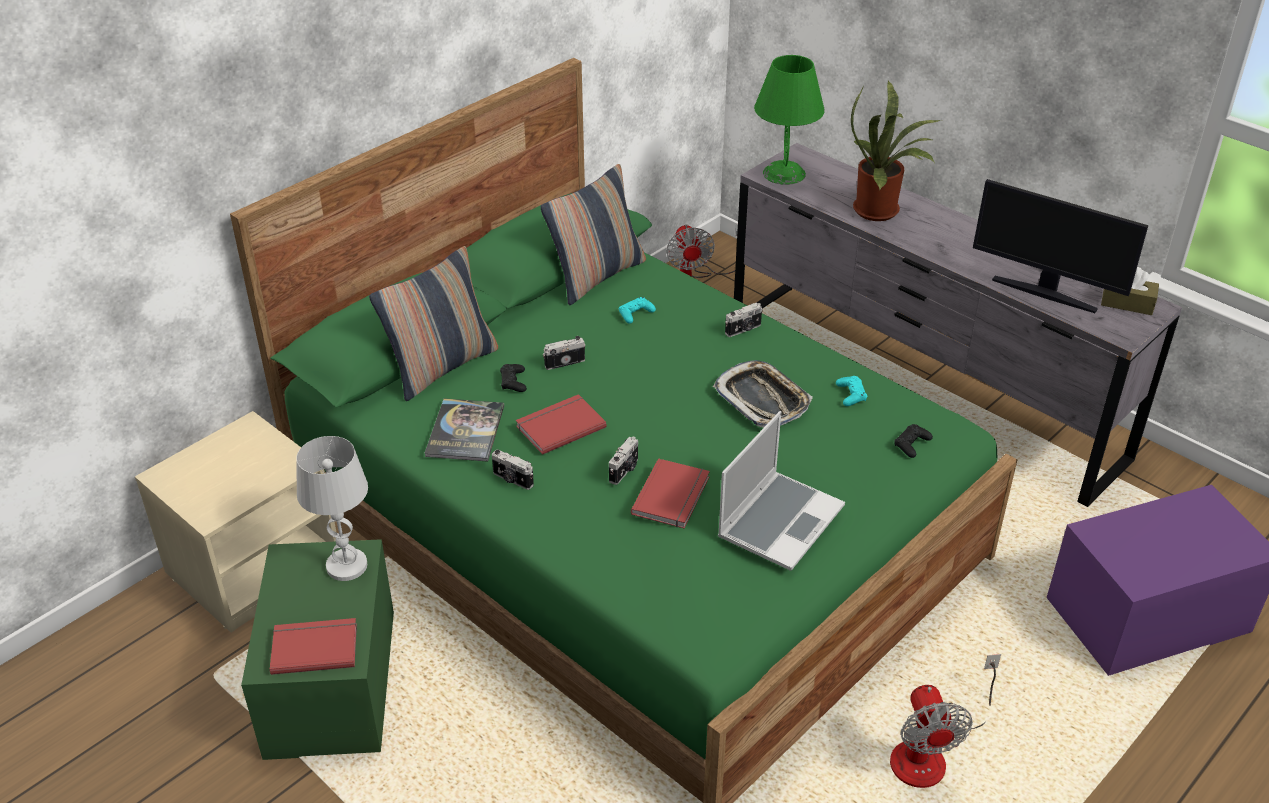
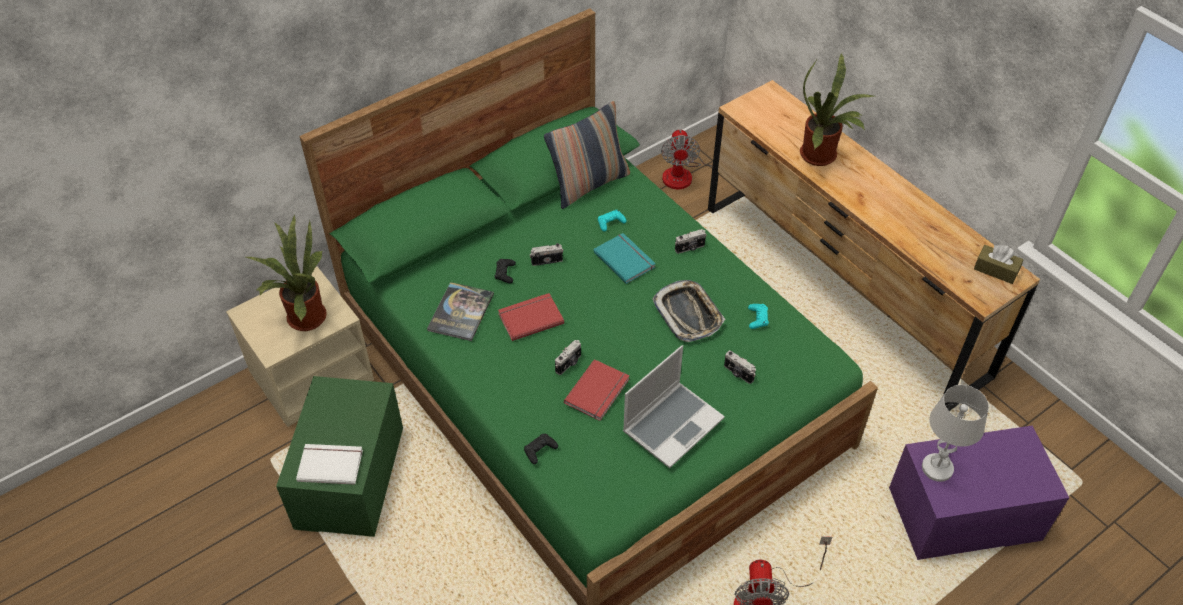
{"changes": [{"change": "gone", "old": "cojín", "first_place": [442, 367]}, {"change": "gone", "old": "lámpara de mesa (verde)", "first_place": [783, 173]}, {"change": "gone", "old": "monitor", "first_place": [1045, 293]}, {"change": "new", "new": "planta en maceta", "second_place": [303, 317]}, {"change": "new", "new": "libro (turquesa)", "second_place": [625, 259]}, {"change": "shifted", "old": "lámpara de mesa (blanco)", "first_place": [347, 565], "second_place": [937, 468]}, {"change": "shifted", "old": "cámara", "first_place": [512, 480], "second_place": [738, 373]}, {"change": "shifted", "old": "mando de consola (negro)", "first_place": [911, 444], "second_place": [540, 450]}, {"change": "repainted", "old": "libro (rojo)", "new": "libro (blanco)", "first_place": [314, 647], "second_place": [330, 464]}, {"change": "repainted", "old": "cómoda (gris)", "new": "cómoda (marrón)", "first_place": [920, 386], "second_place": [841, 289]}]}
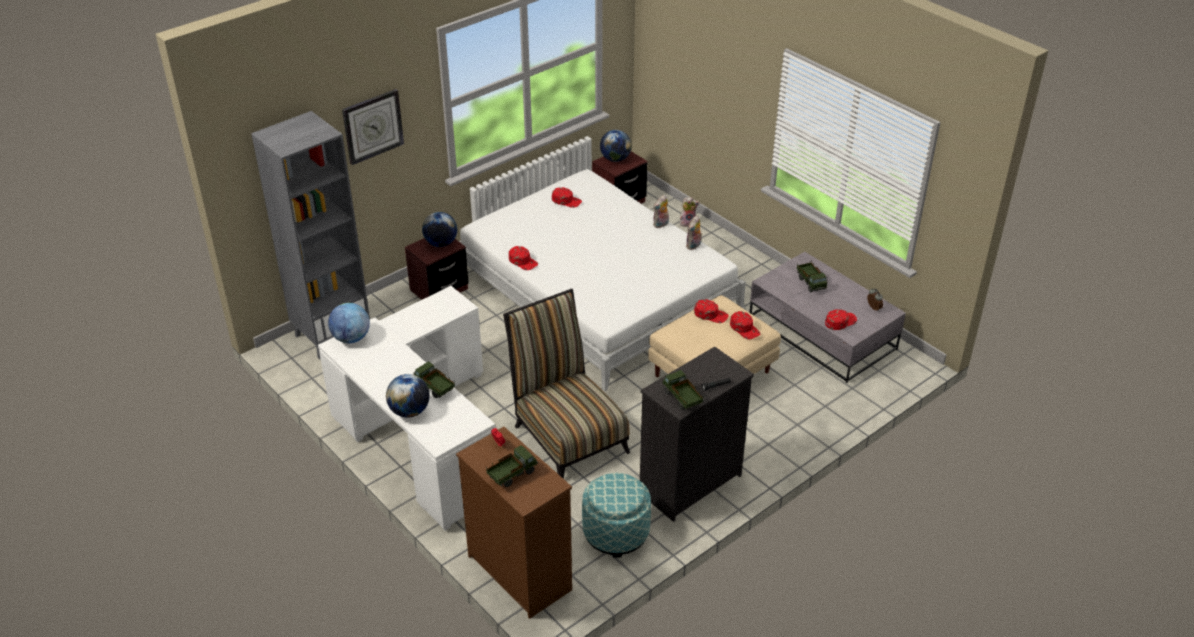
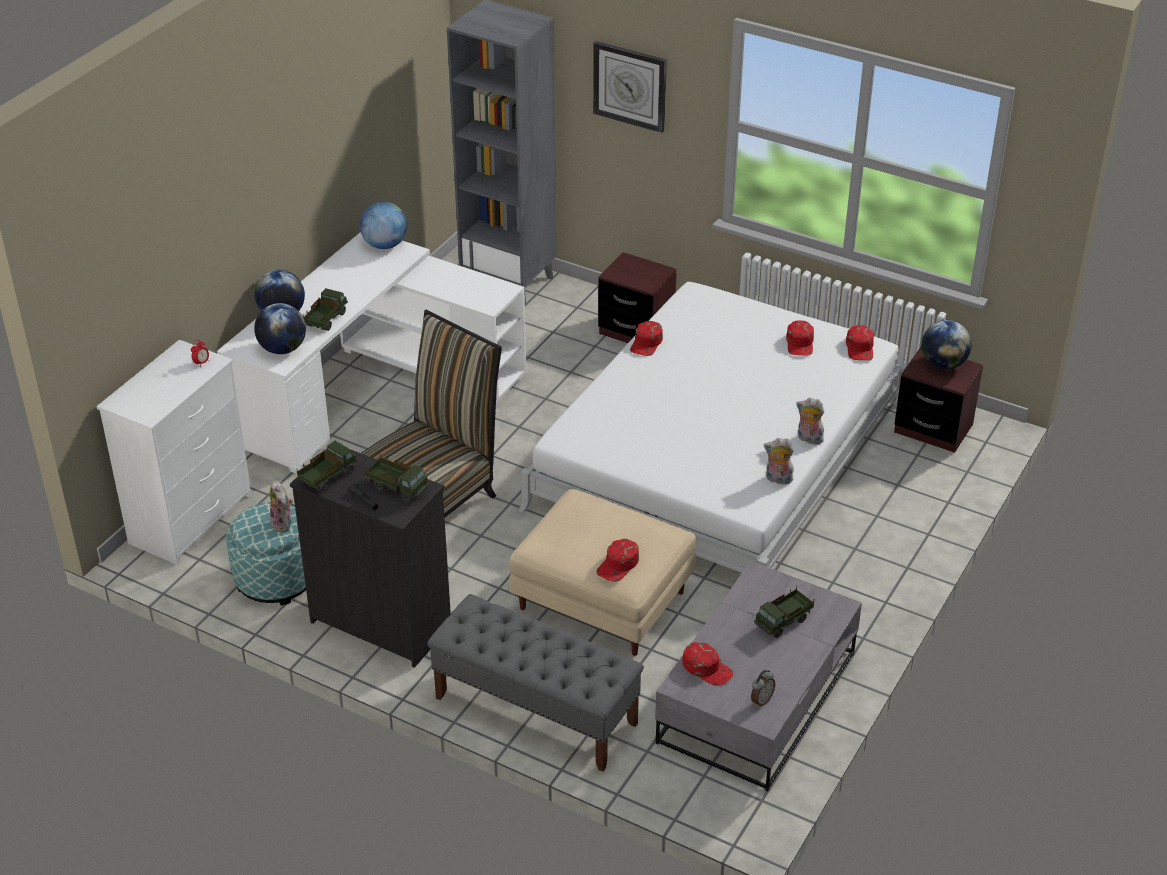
{"changes": [{"change": "new", "new": "banco (gris)", "second_place": [535, 710]}, {"change": "shifted", "old": "globo terráqueo", "first_place": [441, 243], "second_place": [282, 349]}, {"change": "shifted", "old": "camión de juguete", "first_place": [512, 475], "second_place": [398, 488]}, {"change": "shifted", "old": "peluche", "first_place": [687, 223], "second_place": [283, 524]}, {"change": "shifted", "old": "gorra (rojo)", "first_place": [711, 314], "second_place": [860, 348]}, {"change": "repainted", "old": "cómoda (marrón)", "new": "cómoda (blanco)", "first_place": [519, 572], "second_place": [192, 519]}]}
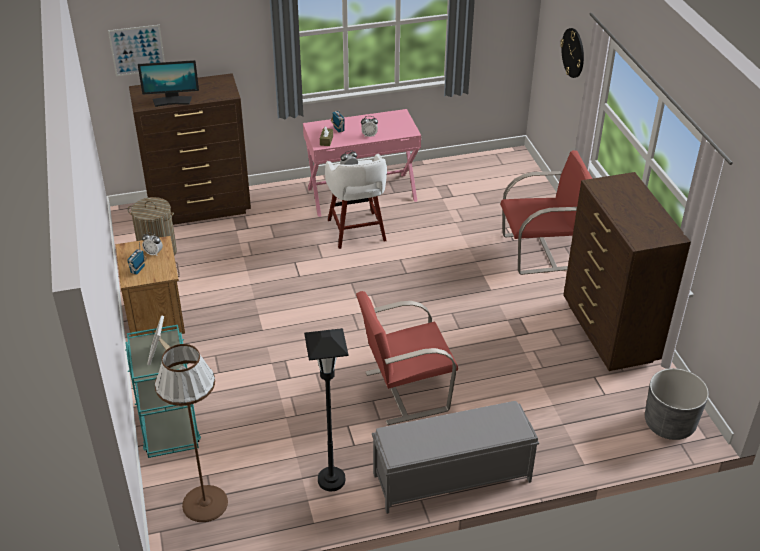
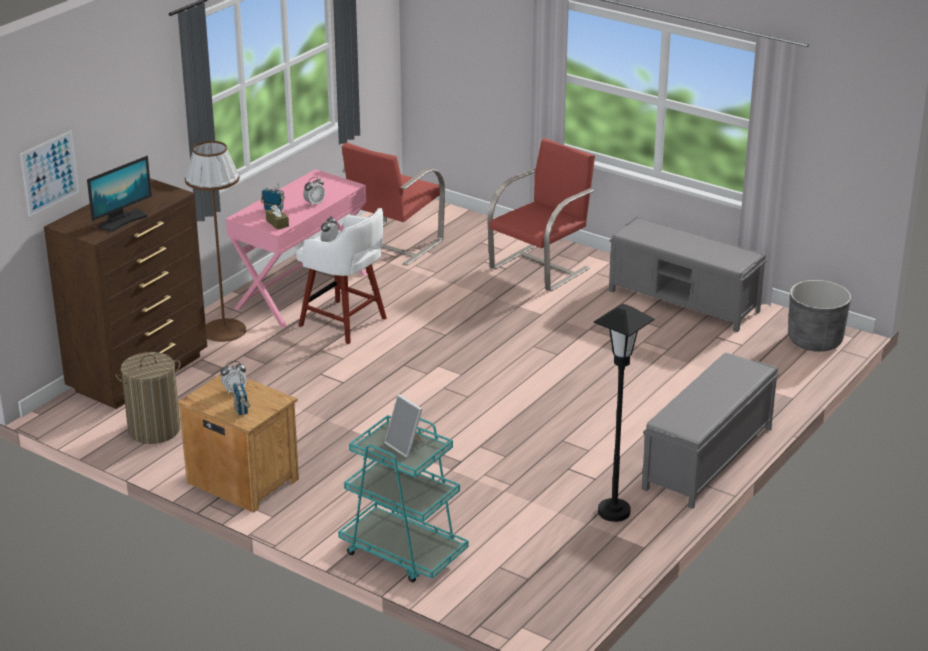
{"changes": [{"change": "gone", "old": "reloj de pared", "first_place": [573, 52]}, {"change": "shifted", "old": "lámpara de pie (marrón)", "first_place": [204, 503], "second_place": [223, 330]}, {"change": "shifted", "old": "sillón (rojo)", "first_place": [405, 391], "second_place": [393, 244]}, {"change": "swapped", "old": "cómoda (marrón)", "new": "banco (gris)", "first_place": [608, 333], "second_place": [684, 301]}]}
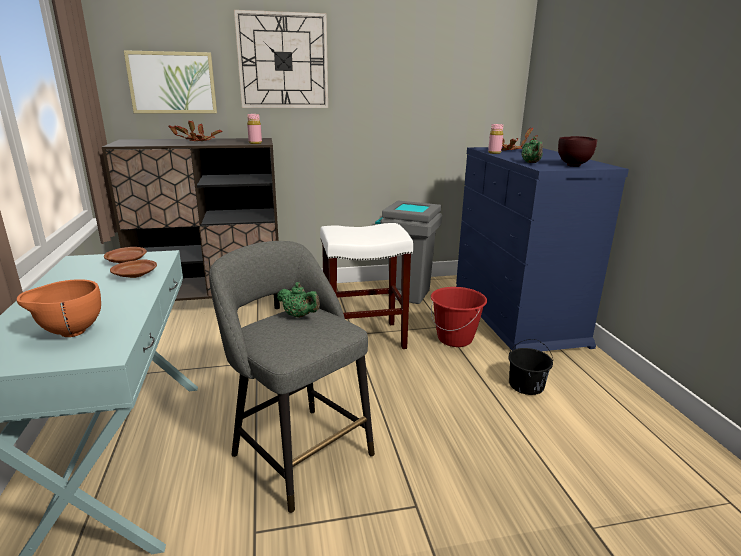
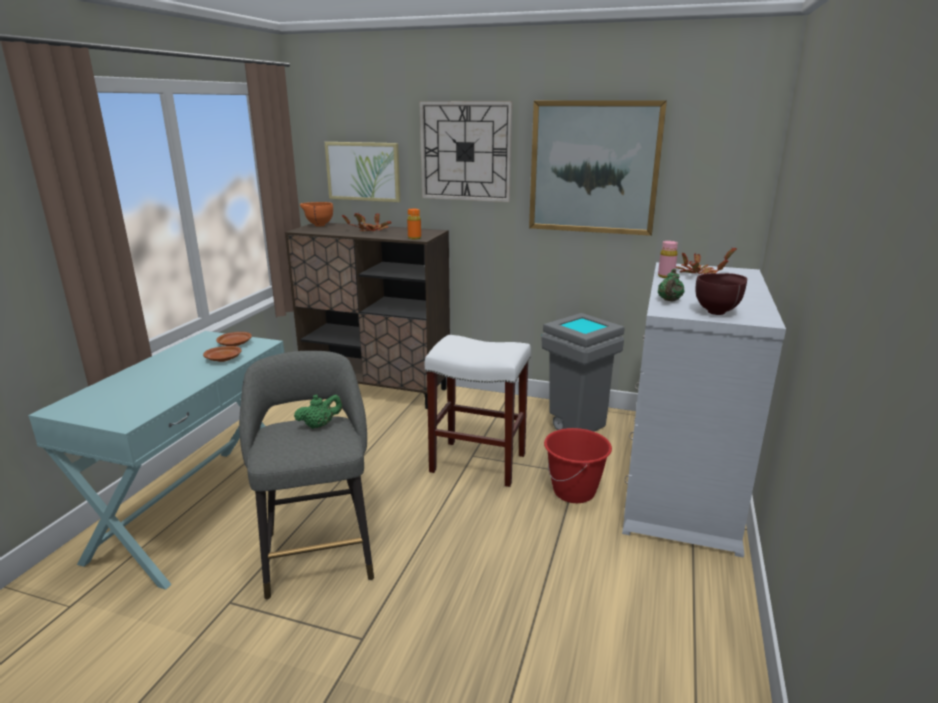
{"changes": [{"change": "gone", "old": "cubo (negro)", "first_place": [526, 385]}, {"change": "new", "new": "cuadro", "second_place": [594, 168]}, {"change": "shifted", "old": "cuenco (naranja)", "first_place": [69, 333], "second_place": [318, 225]}, {"change": "repainted", "old": "botella (rosa)", "new": "botella (naranja)", "first_place": [255, 143], "second_place": [414, 238]}, {"change": "repainted", "old": "cómoda (azul)", "new": "cómoda (blanco)", "first_place": [516, 316], "second_place": [681, 486]}, {"change": "rotated", "old": "tetera (verde)", "first_place": [299, 316], "second_place": [319, 425], "degrees": -90}]}
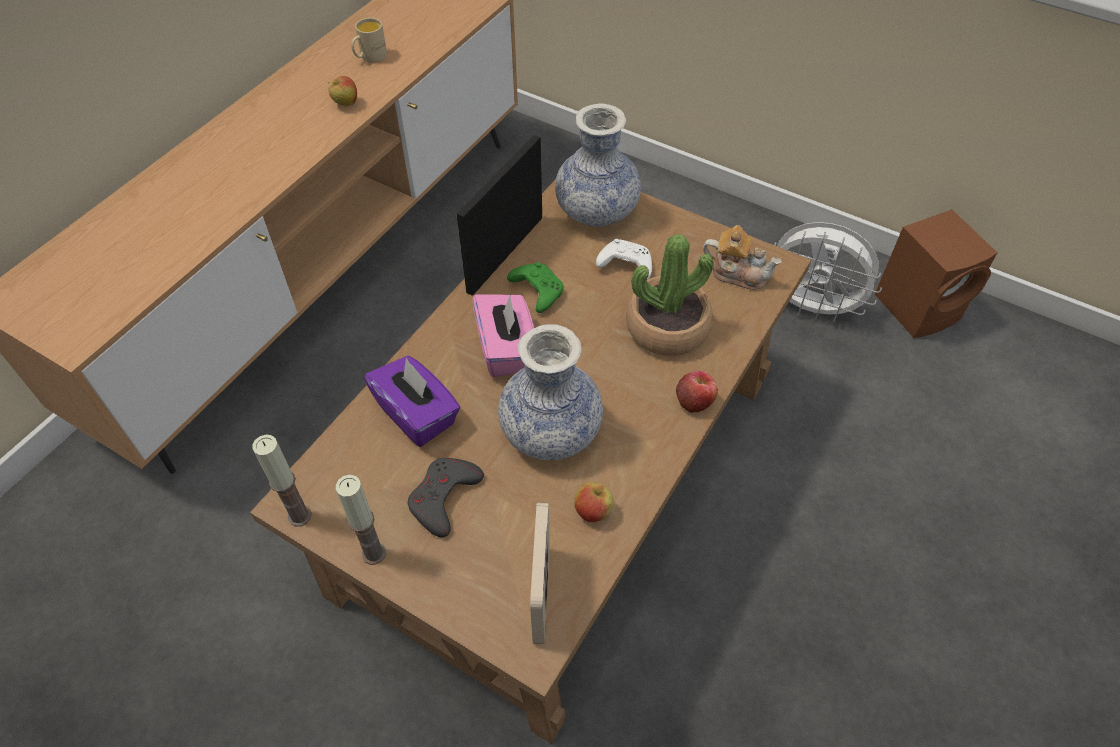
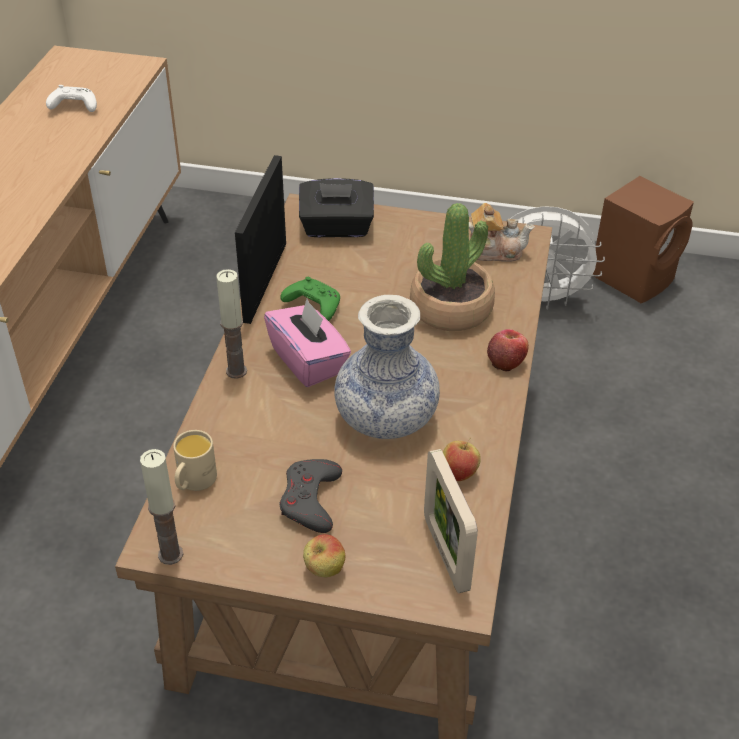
{"changes": [{"change": "gone", "old": "caja de pañuelos (morado)", "first_place": [417, 414]}, {"change": "shifted", "old": "manzana", "first_place": [345, 104], "second_place": [324, 570]}, {"change": "shifted", "old": "vela", "first_place": [374, 553], "second_place": [236, 371]}, {"change": "shifted", "old": "taza grande (beis)", "first_place": [370, 57], "second_place": [194, 482]}, {"change": "shifted", "old": "mando de consola (blanco)", "first_place": [624, 266], "second_place": [73, 107]}, {"change": "swapped", "old": "florero", "new": "caja de pañuelos (negro)", "first_place": [596, 211], "second_place": [336, 228]}]}
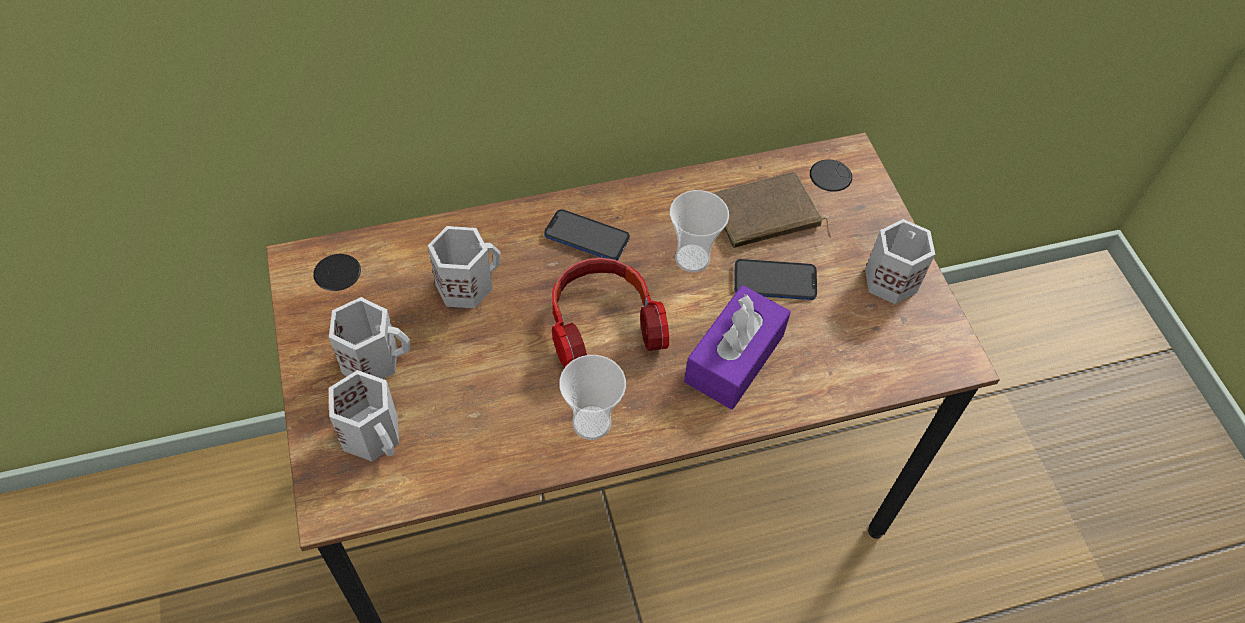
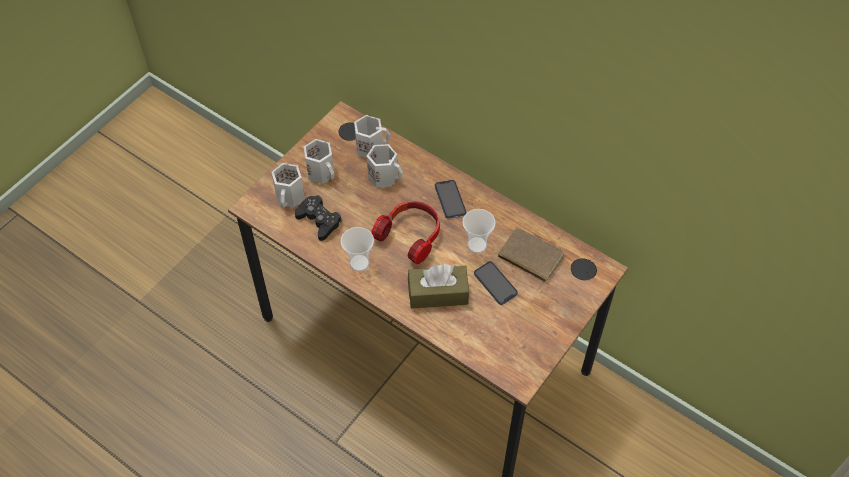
{"changes": [{"change": "new", "new": "mando de consola (negro)", "second_place": [319, 220]}, {"change": "shifted", "old": "taza grande (blanco)", "first_place": [890, 278], "second_place": [370, 147]}, {"change": "repainted", "old": "caja de pañuelos (morado)", "new": "caja de pañuelos (marrón)", "first_place": [734, 358], "second_place": [438, 293]}]}
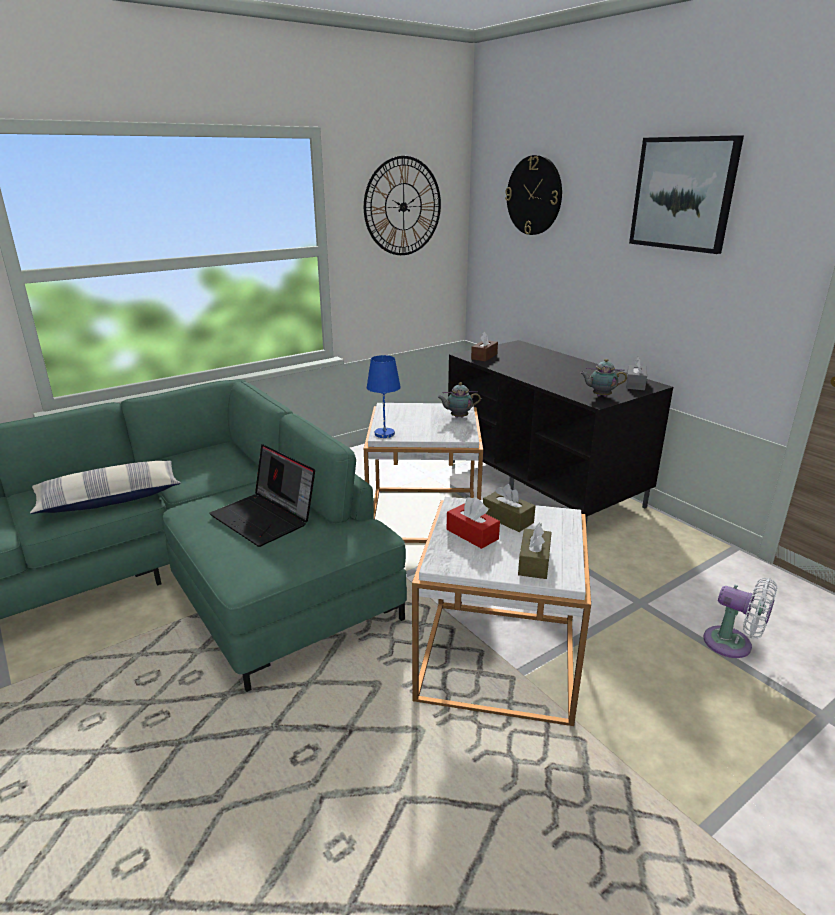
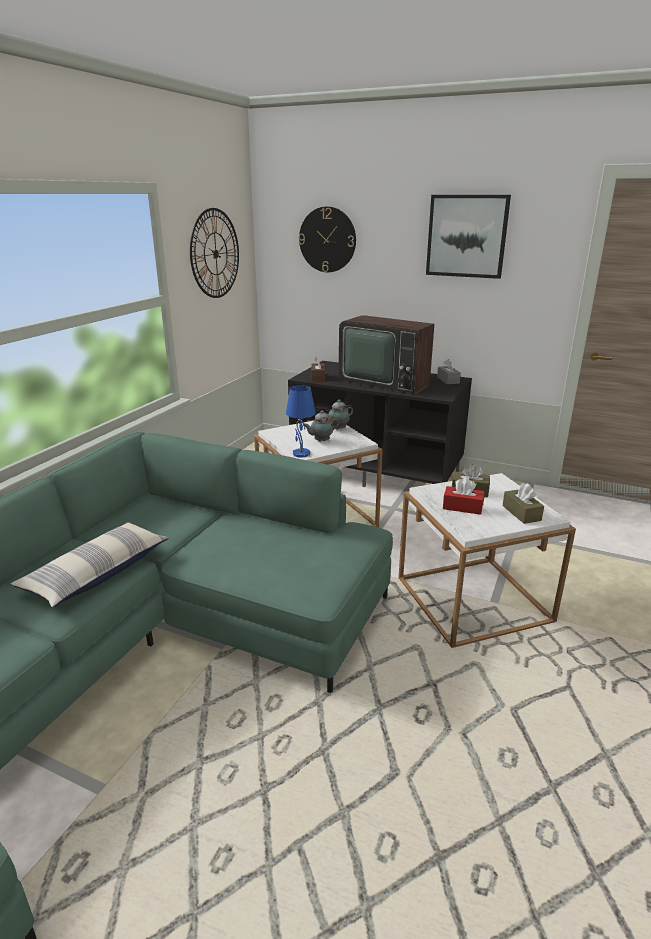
{"changes": [{"change": "gone", "old": "portátil", "first_place": [265, 518]}, {"change": "gone", "old": "ventilador (blanco)", "first_place": [733, 645]}, {"change": "new", "new": "televisor", "second_place": [385, 381]}, {"change": "shifted", "old": "tetera", "first_place": [600, 396], "second_place": [320, 441]}]}
